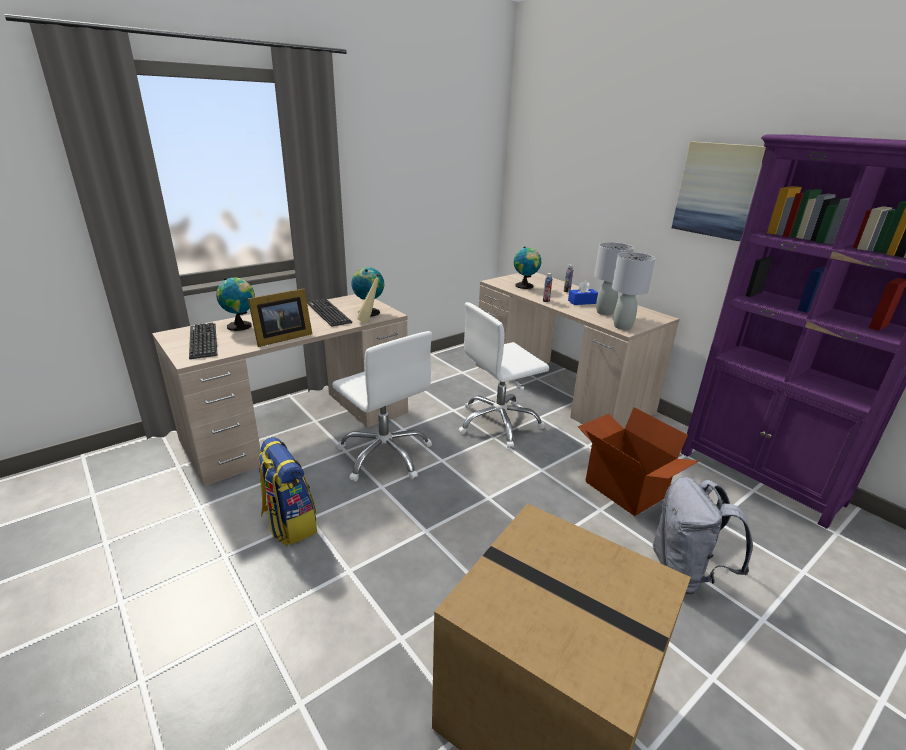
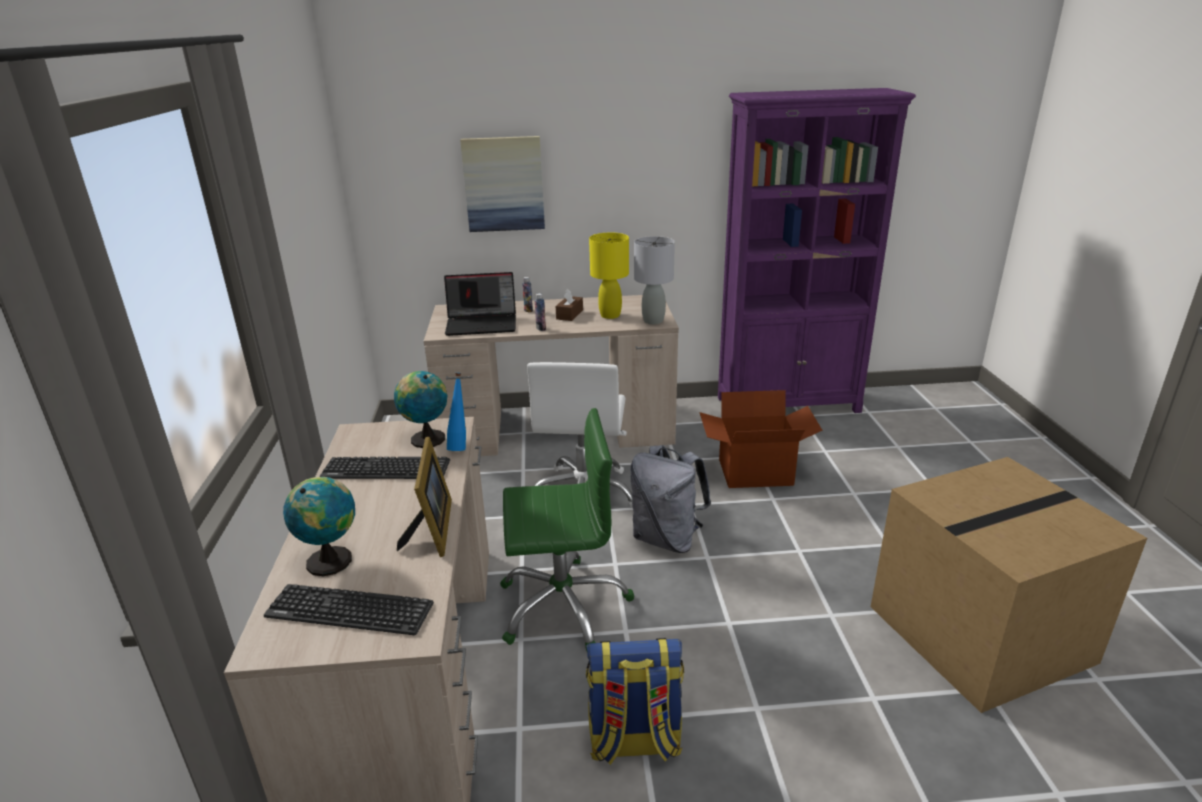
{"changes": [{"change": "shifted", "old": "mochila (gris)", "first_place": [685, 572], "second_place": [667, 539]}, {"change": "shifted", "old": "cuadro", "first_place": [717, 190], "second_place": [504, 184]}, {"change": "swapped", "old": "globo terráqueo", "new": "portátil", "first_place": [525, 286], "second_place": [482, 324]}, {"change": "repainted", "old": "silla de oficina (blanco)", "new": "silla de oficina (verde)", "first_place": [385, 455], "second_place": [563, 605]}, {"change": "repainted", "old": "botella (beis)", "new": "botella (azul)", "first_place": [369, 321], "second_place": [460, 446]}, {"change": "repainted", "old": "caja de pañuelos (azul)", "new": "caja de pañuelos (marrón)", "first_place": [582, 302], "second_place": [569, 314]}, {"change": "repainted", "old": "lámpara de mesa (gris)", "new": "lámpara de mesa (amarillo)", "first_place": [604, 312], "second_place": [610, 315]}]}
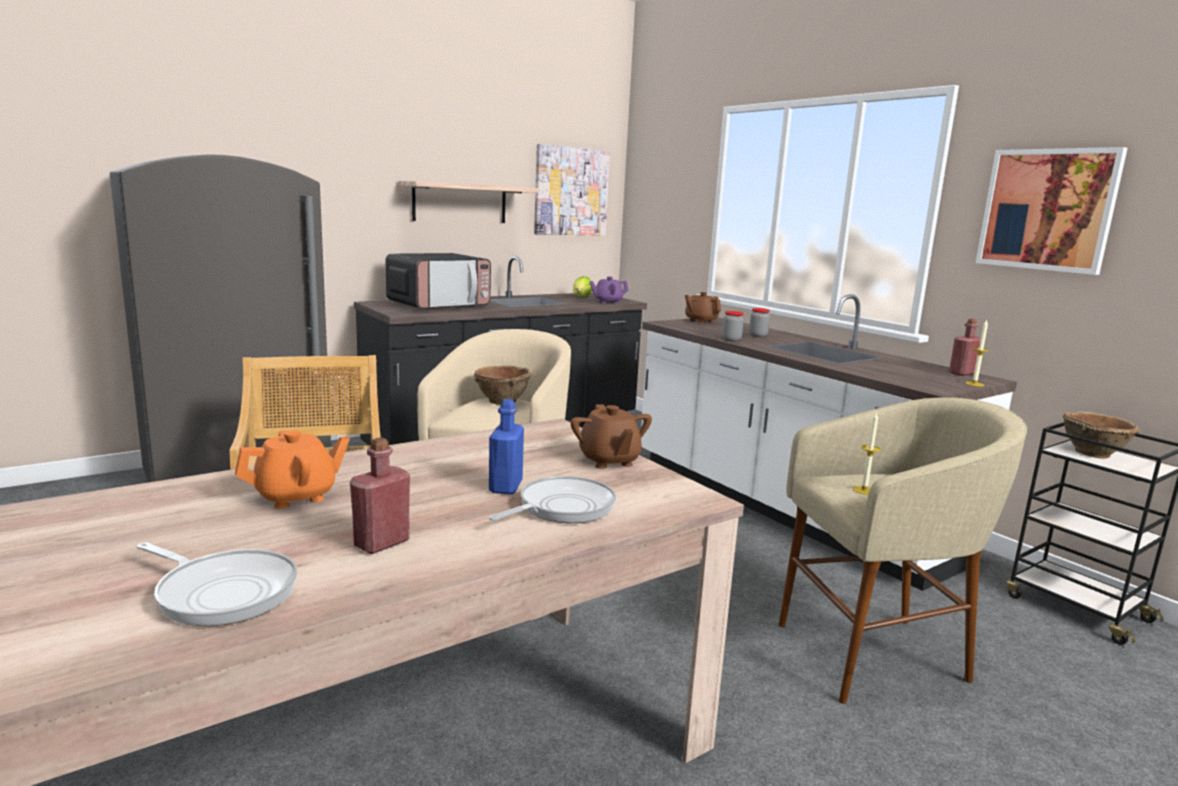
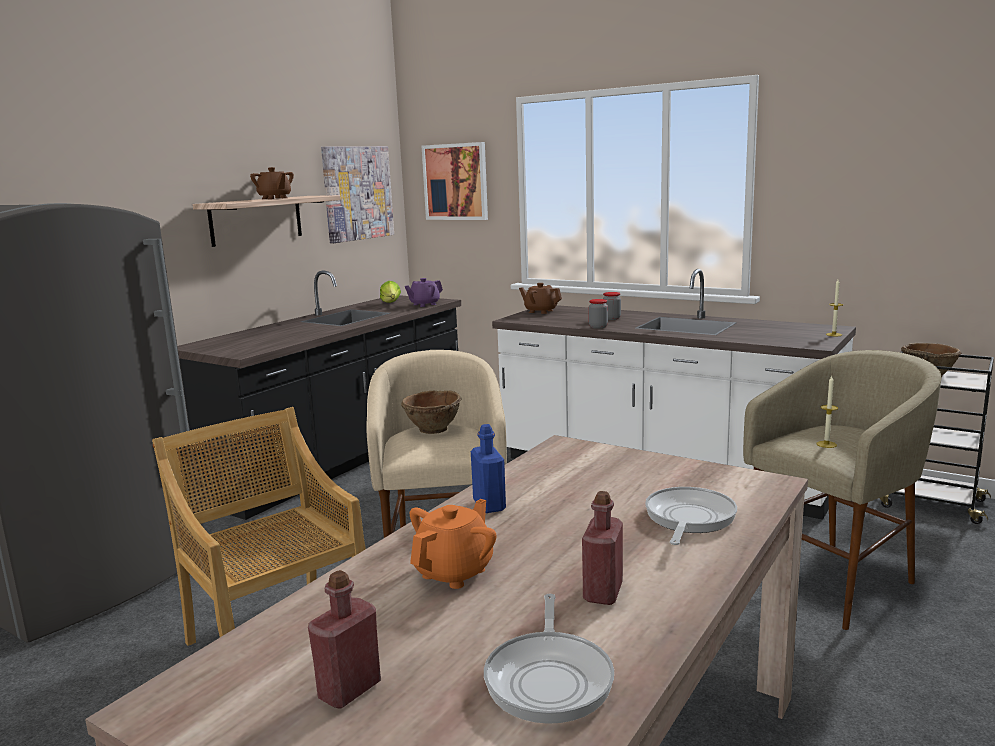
{"changes": [{"change": "gone", "old": "microondas", "first_place": [439, 305]}, {"change": "shifted", "old": "botella (azul)", "first_place": [505, 487], "second_place": [489, 505]}, {"change": "shifted", "old": "tetera (marrón)", "first_place": [609, 461], "second_place": [274, 198]}, {"change": "shifted", "old": "botella (rojo)", "first_place": [962, 373], "second_place": [349, 690]}, {"change": "shifted", "old": "cuadro", "first_place": [1047, 210], "second_place": [456, 182]}, {"change": "rotated", "old": "sartén", "first_place": [223, 592], "second_place": [549, 678], "degrees": 90}]}
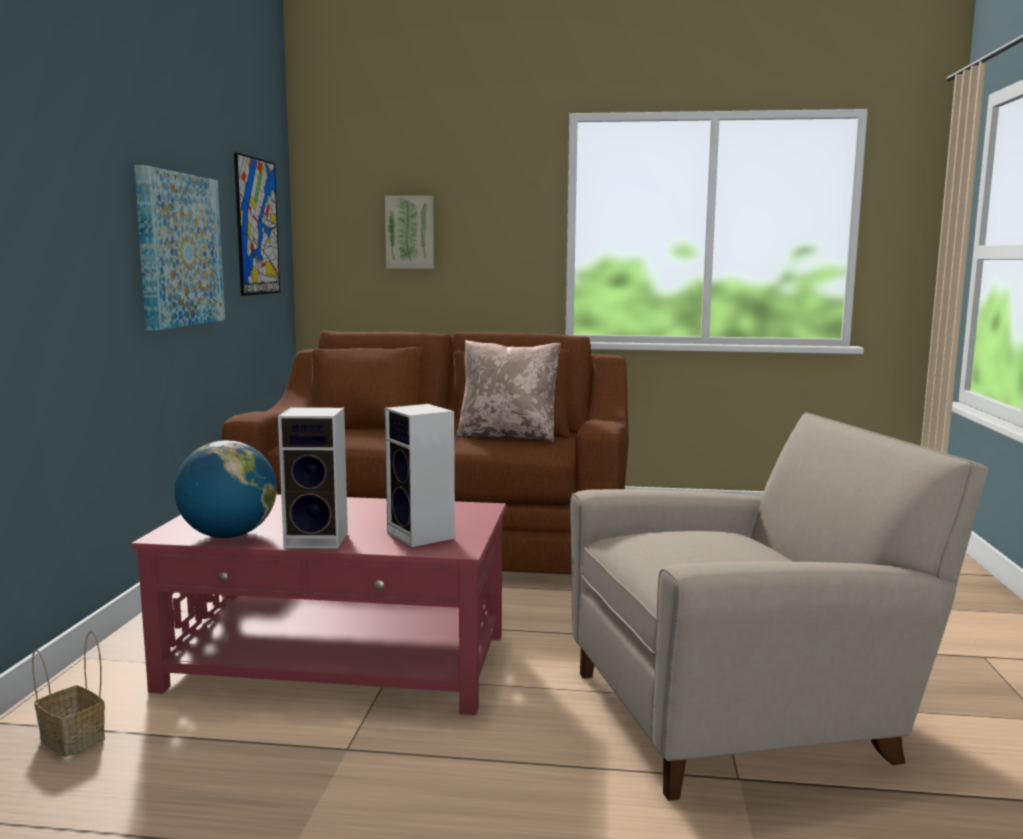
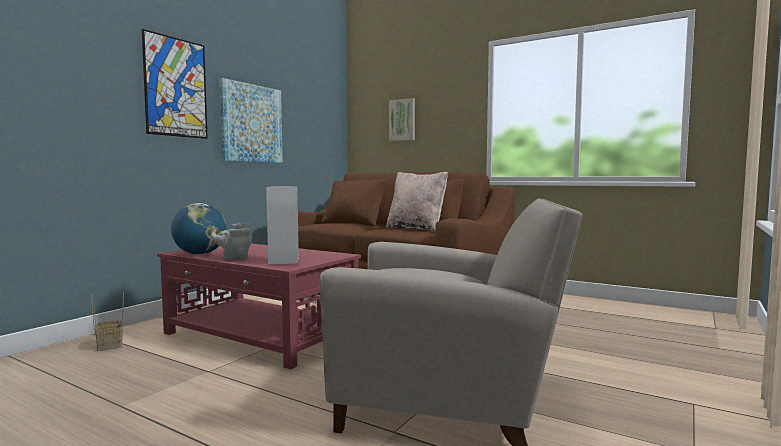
{"changes": [{"change": "shifted", "old": "cuadro", "first_place": [257, 226], "second_place": [176, 87]}, {"change": "swapped", "old": "altavoz", "new": "tetera (gris)", "first_place": [319, 539], "second_place": [233, 258]}]}
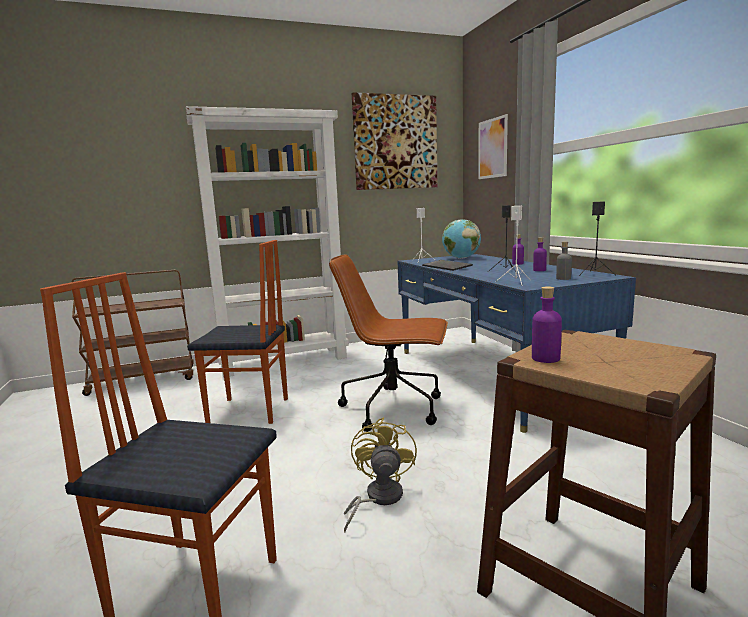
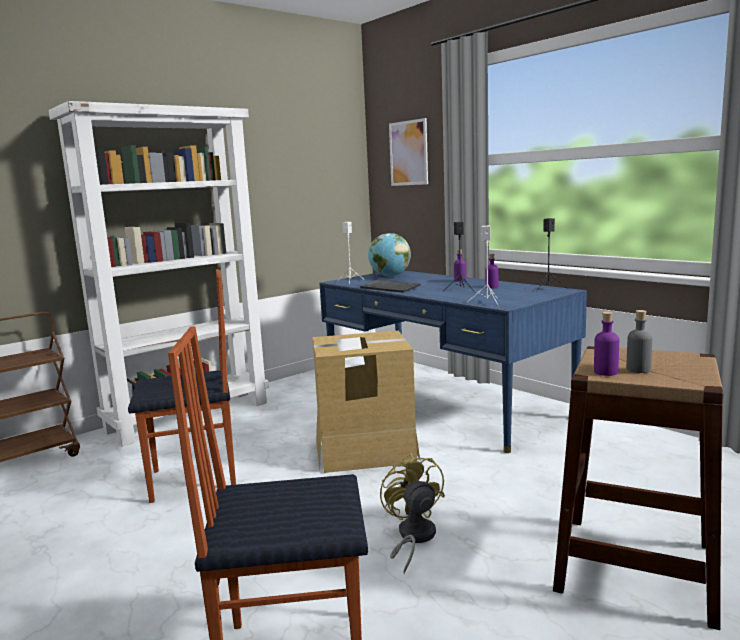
{"changes": [{"change": "gone", "old": "cuadro", "first_place": [395, 142]}, {"change": "shifted", "old": "botella (gris)", "first_place": [563, 278], "second_place": [638, 369]}, {"change": "swapped", "old": "silla de oficina (marrón)", "new": "caja de cartón", "first_place": [394, 408], "second_place": [365, 450]}]}
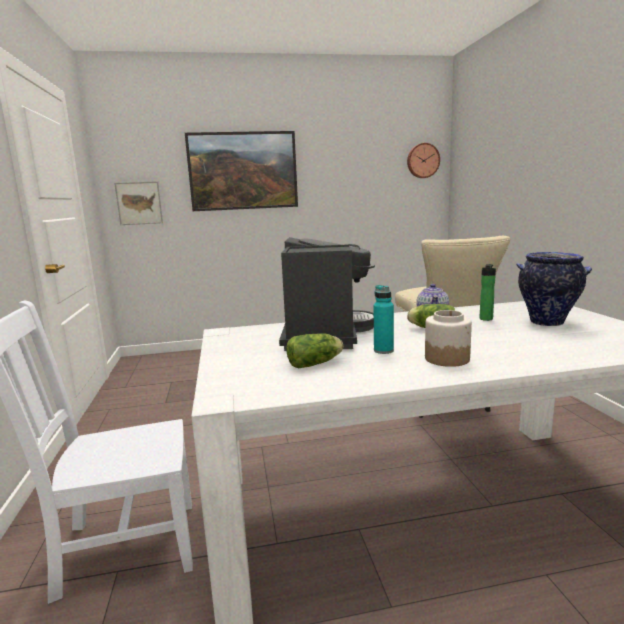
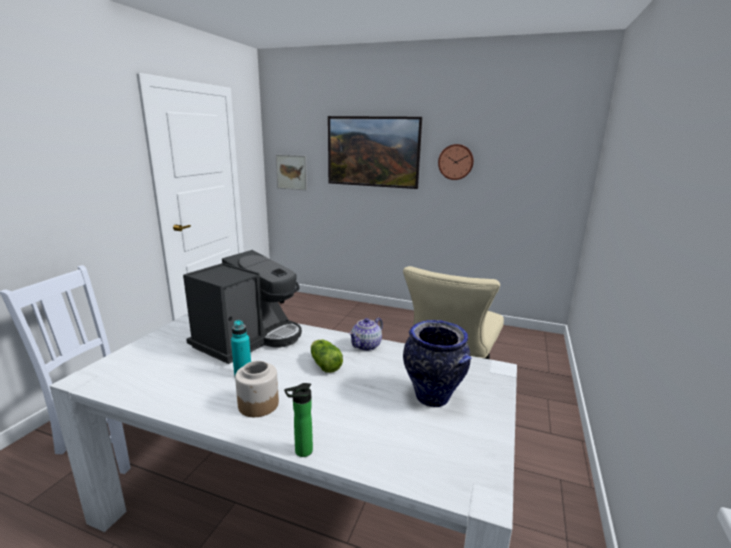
{"changes": [{"change": "gone", "old": "lechuga", "first_place": [316, 363]}, {"change": "shifted", "old": "reloj de pared", "first_place": [422, 160], "second_place": [456, 162]}, {"change": "shifted", "old": "botella", "first_place": [485, 319], "second_place": [301, 452]}]}
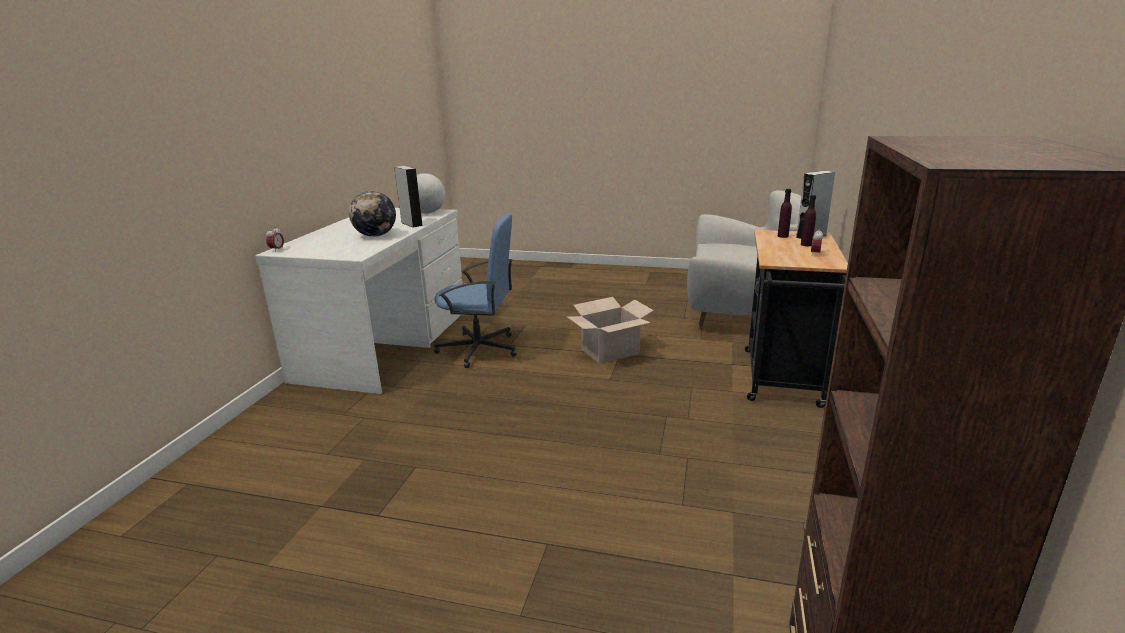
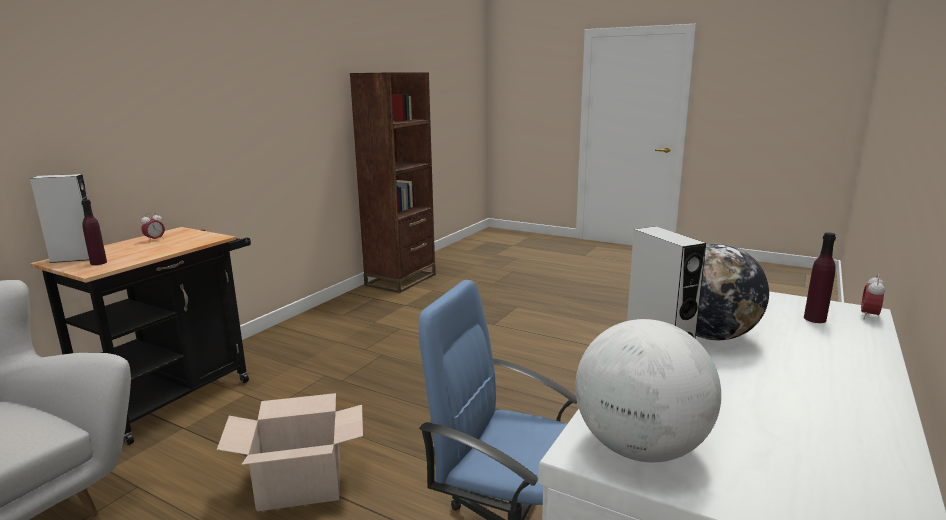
{"changes": [{"change": "shifted", "old": "botella (morado)", "first_place": [806, 244], "second_place": [814, 319]}]}
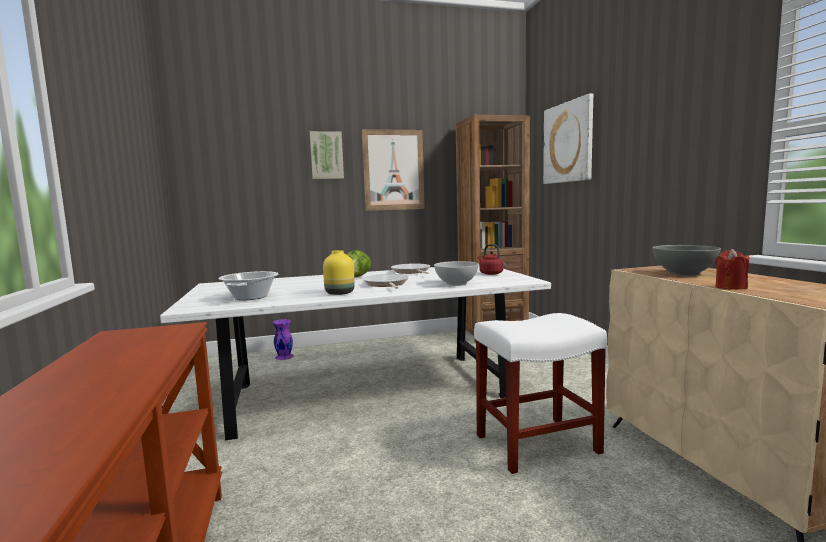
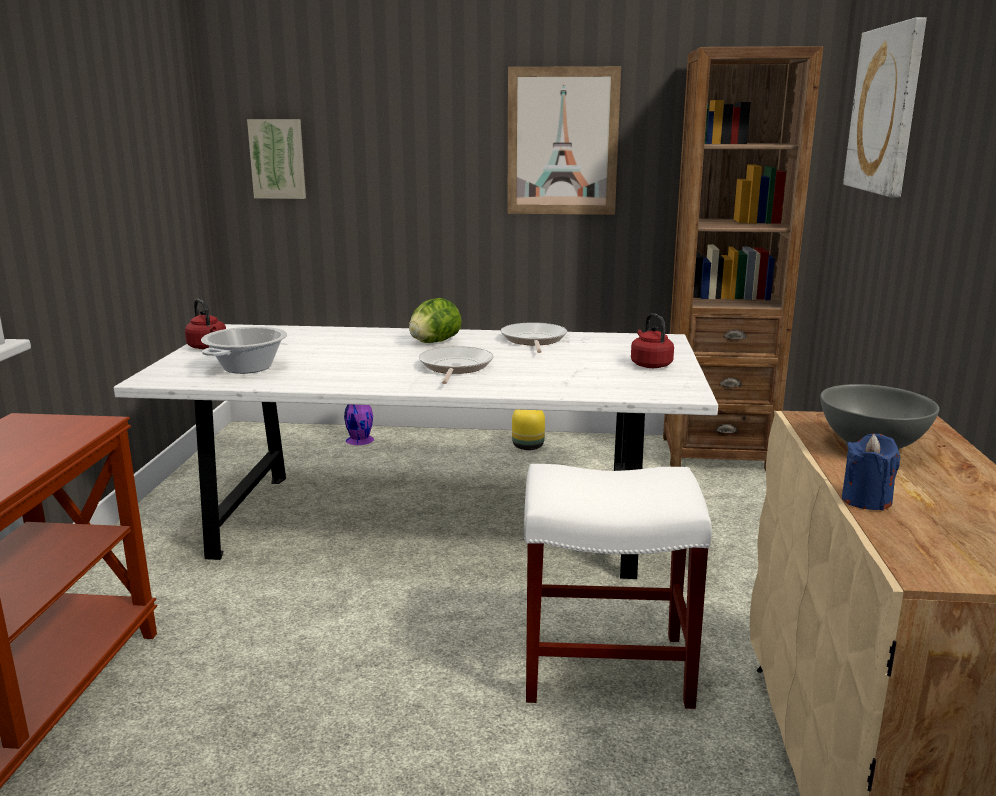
{"changes": [{"change": "gone", "old": "cuenco (blanco)", "first_place": [456, 284]}, {"change": "new", "new": "hervidor (rojo)", "second_place": [208, 347]}, {"change": "shifted", "old": "cuadro", "first_place": [326, 155], "second_place": [278, 159]}, {"change": "shifted", "old": "florero (amarillo)", "first_place": [340, 293], "second_place": [528, 447]}, {"change": "repainted", "old": "vela (rojo)", "new": "vela (azul)", "first_place": [730, 287], "second_place": [866, 500]}]}
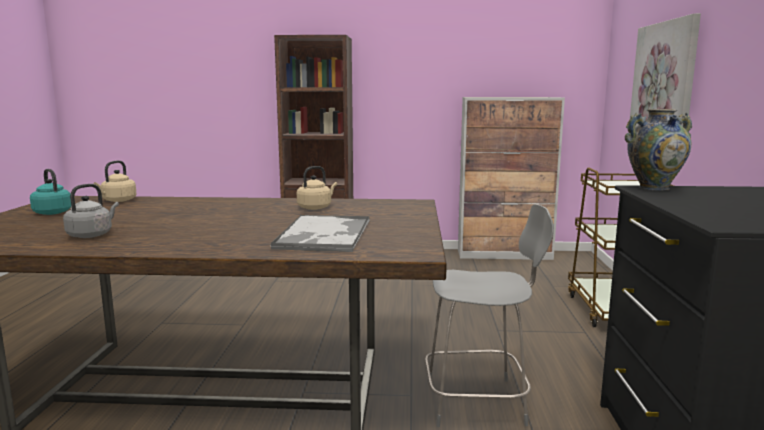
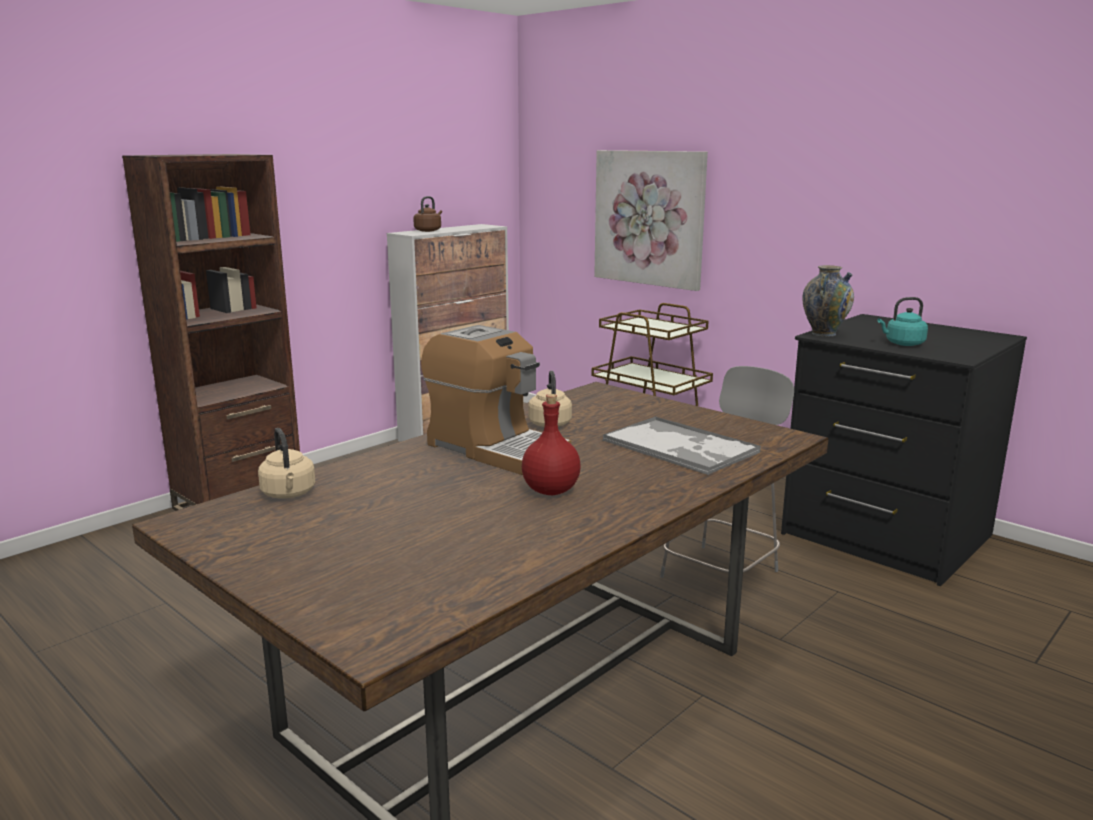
{"changes": [{"change": "gone", "old": "hervidor (gris)", "first_place": [92, 235]}, {"change": "new", "new": "hervidor (marrón)", "second_place": [428, 230]}, {"change": "new", "new": "cafetera", "second_place": [495, 448]}, {"change": "new", "new": "botella (rojo)", "second_place": [552, 490]}, {"change": "shifted", "old": "hervidor (turquesa)", "first_place": [52, 212], "second_place": [902, 344]}]}
